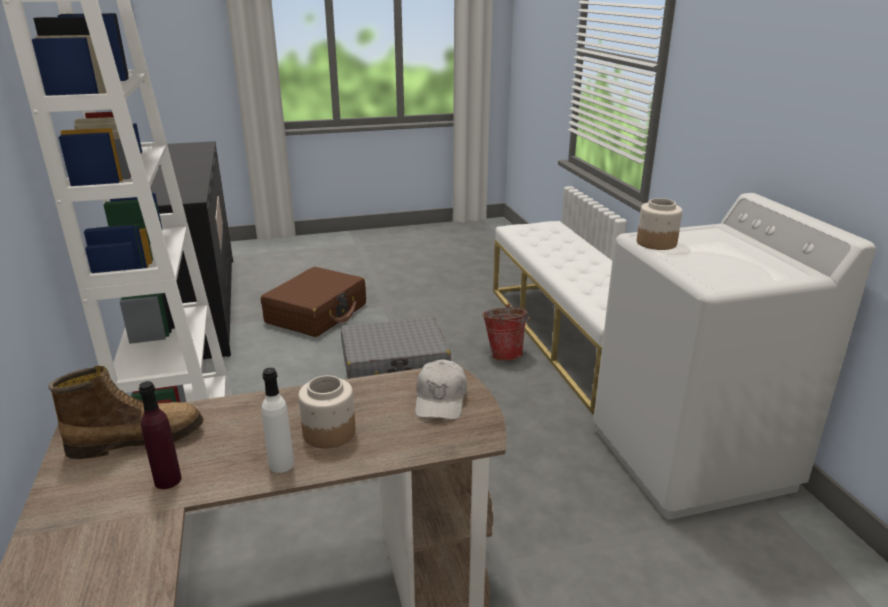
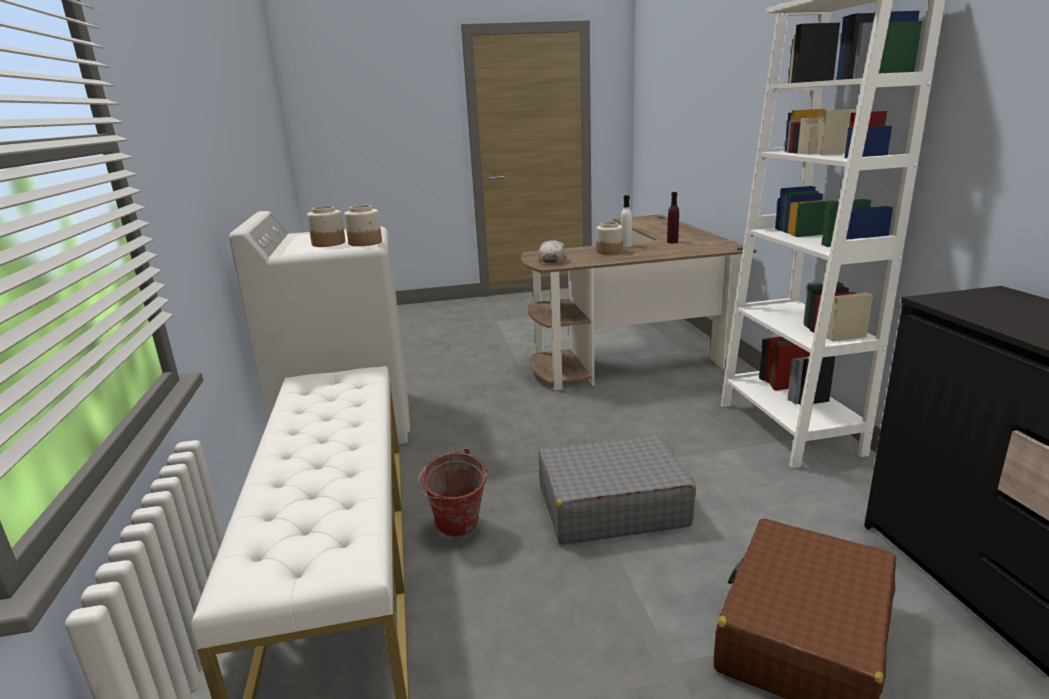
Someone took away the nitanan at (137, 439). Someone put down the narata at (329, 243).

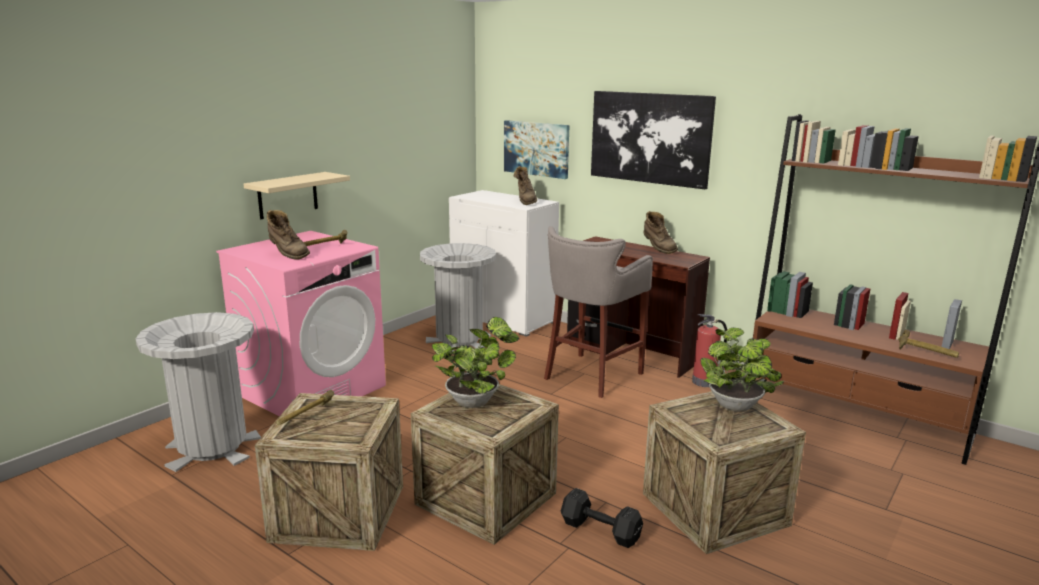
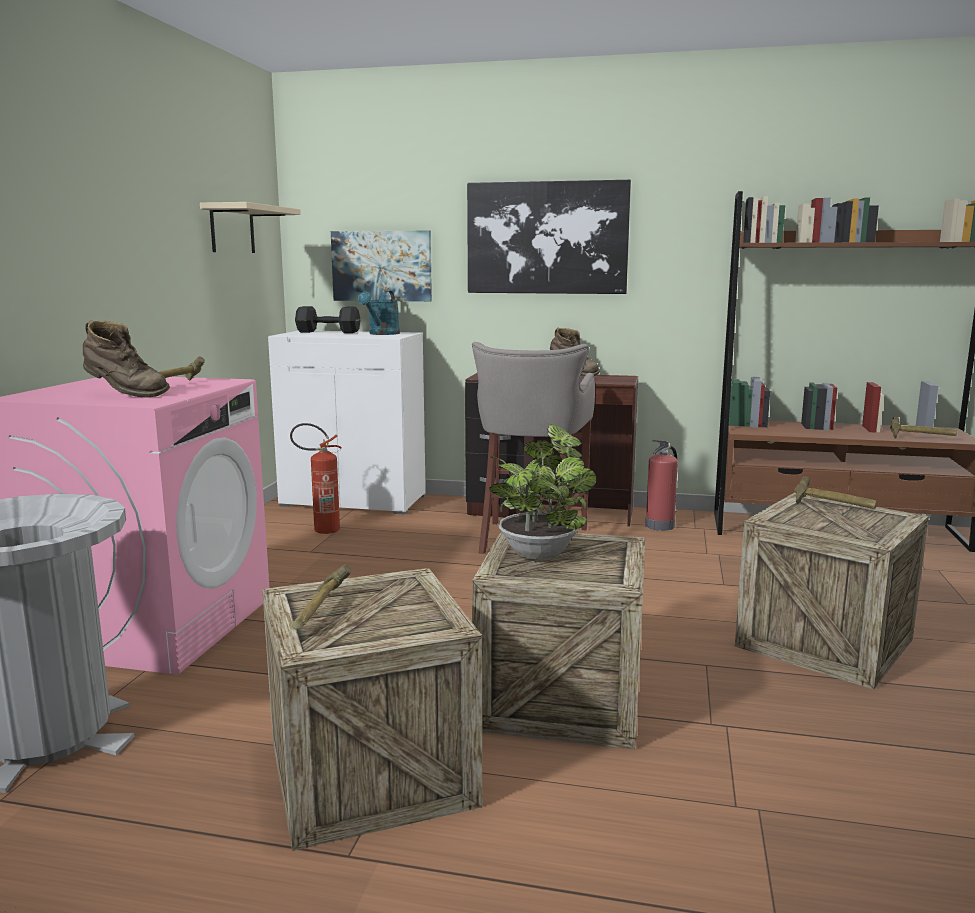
Someone carried the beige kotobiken from (287, 195) to (232, 229). Someone carried the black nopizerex from (599, 529) to (327, 332). Someone swapped the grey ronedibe at (459, 340) for the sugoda at (320, 531). Someone swapped the brown nitanan at (525, 201) for the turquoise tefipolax at (382, 334). Someone swapped the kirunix at (736, 408) for the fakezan at (833, 508).

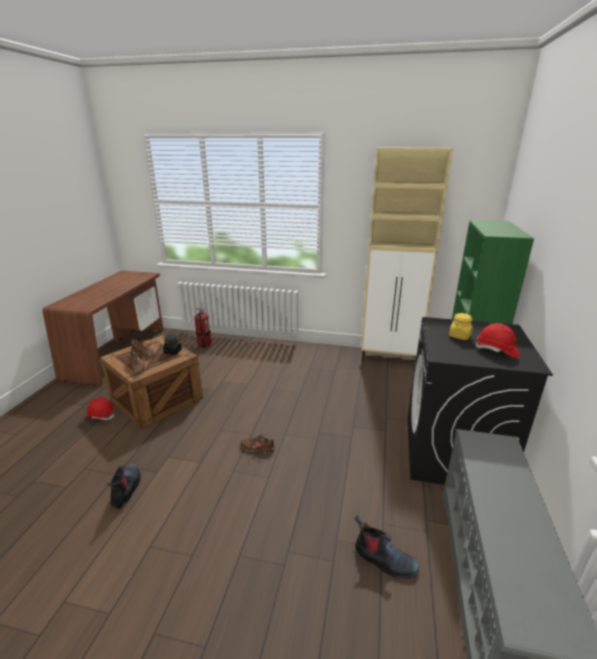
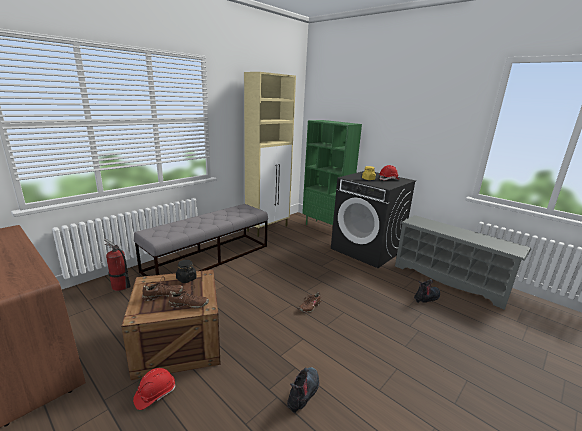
Someone put down the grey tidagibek at (209, 258). Someone rotated the nitanan at (126, 489) by 90 degrees clockwise.

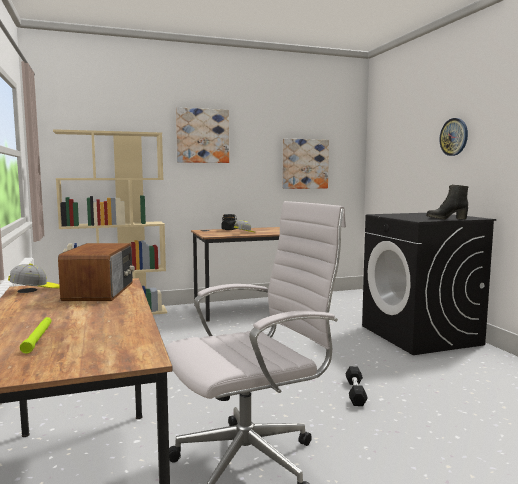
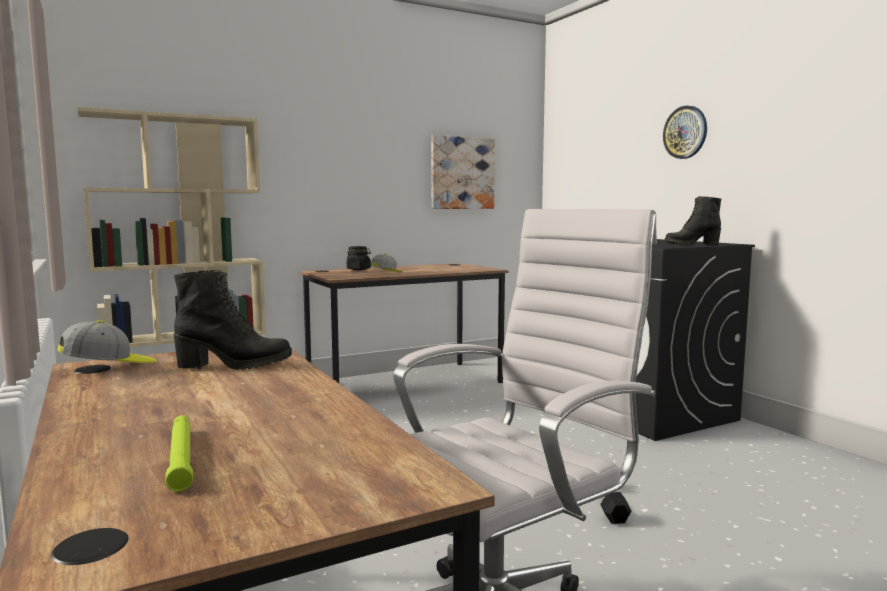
Someone took away the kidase at (202, 136). Someone swapped the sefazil at (101, 291) for the black nitanan at (234, 365).

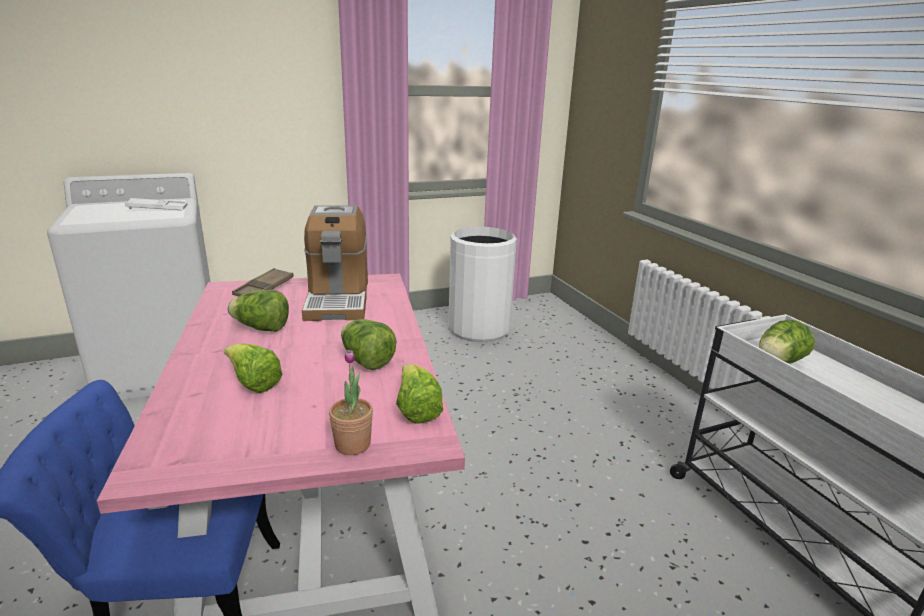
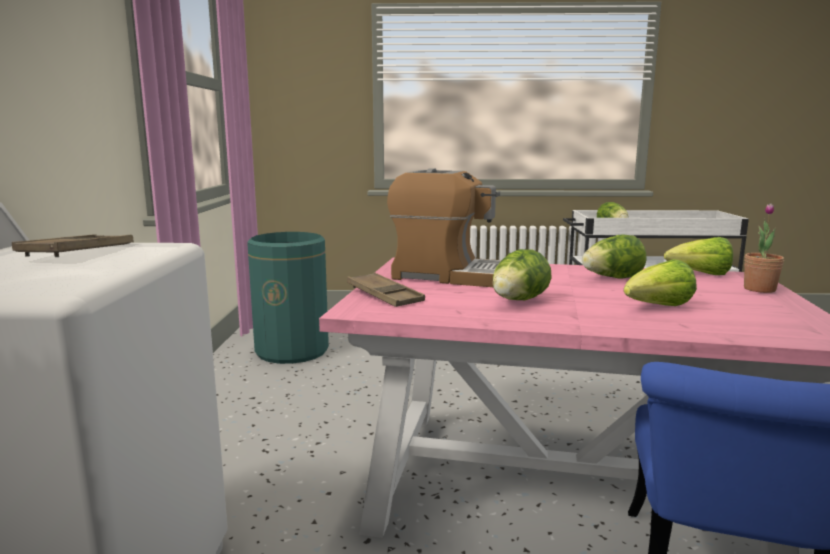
Someone repainted the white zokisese at (157, 208), which became the brown zokisese at (78, 252). Someone repainted the white ronedibe at (479, 329), which became the green ronedibe at (292, 351).

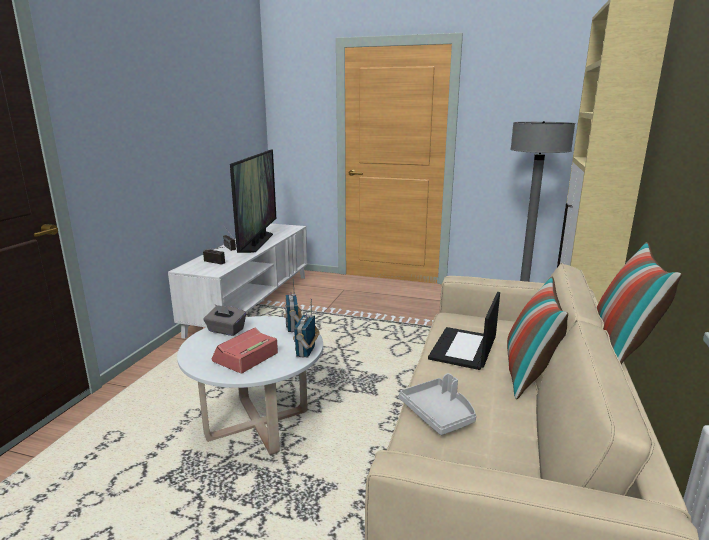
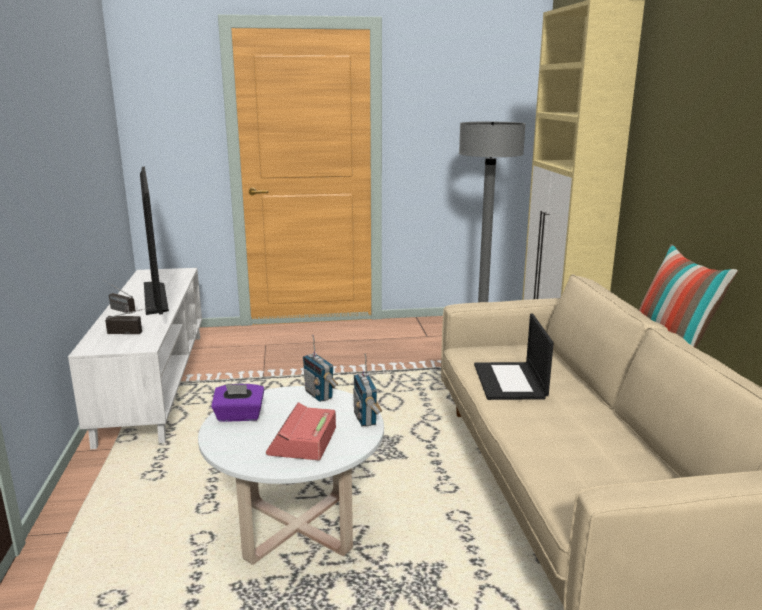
Someone took away the grey zokisese at (439, 413). Someone took away the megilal at (529, 375). Someone repainted the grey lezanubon at (226, 330), which became the purple lezanubon at (239, 416).

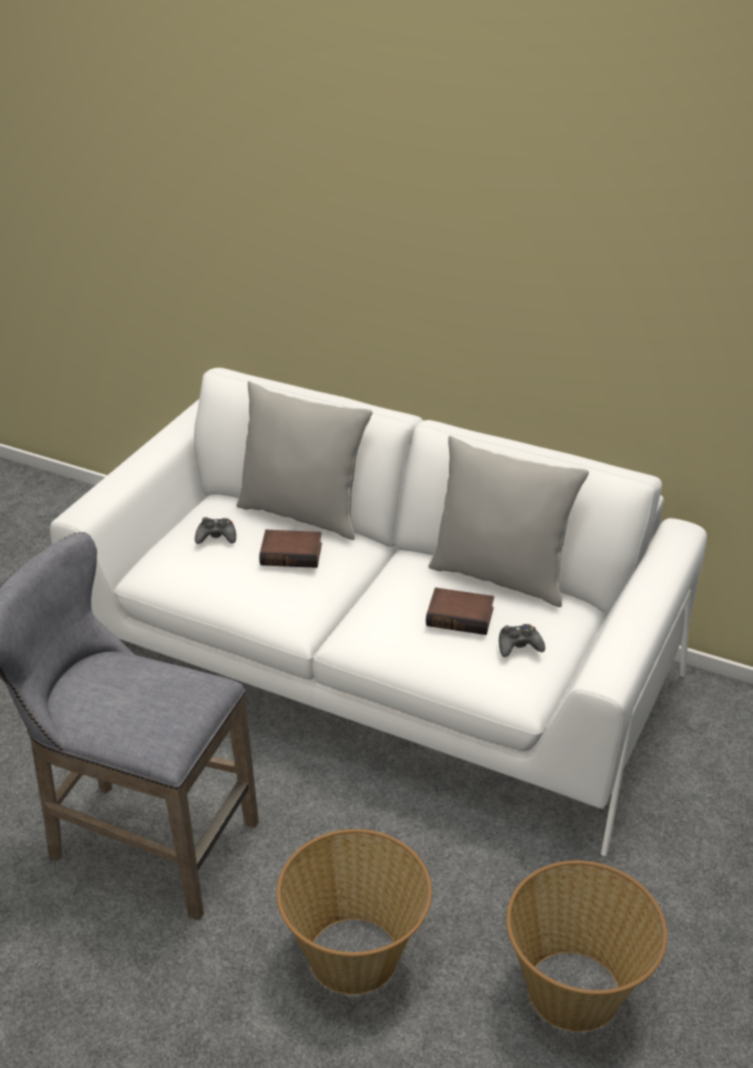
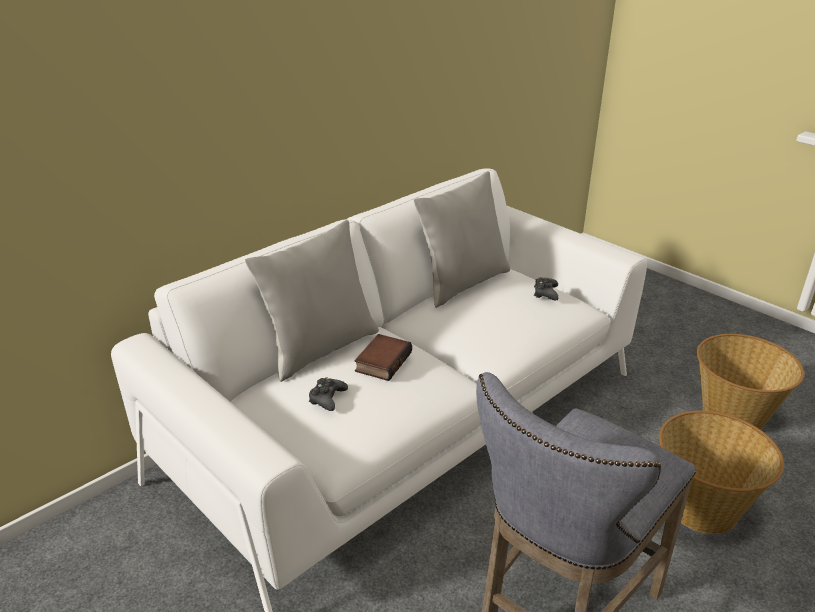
Someone took away the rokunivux at (461, 616).

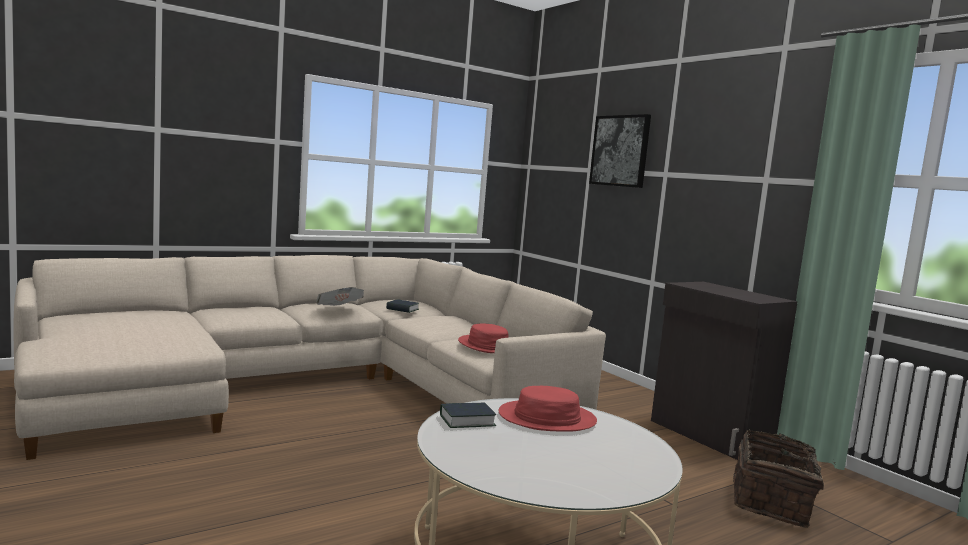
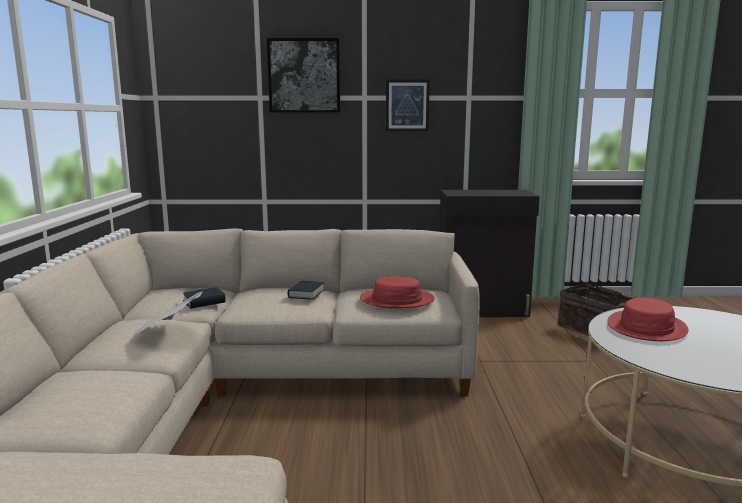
Someone put up the kidase at (407, 105). Someone carried the rokunivux from (467, 420) to (306, 294).

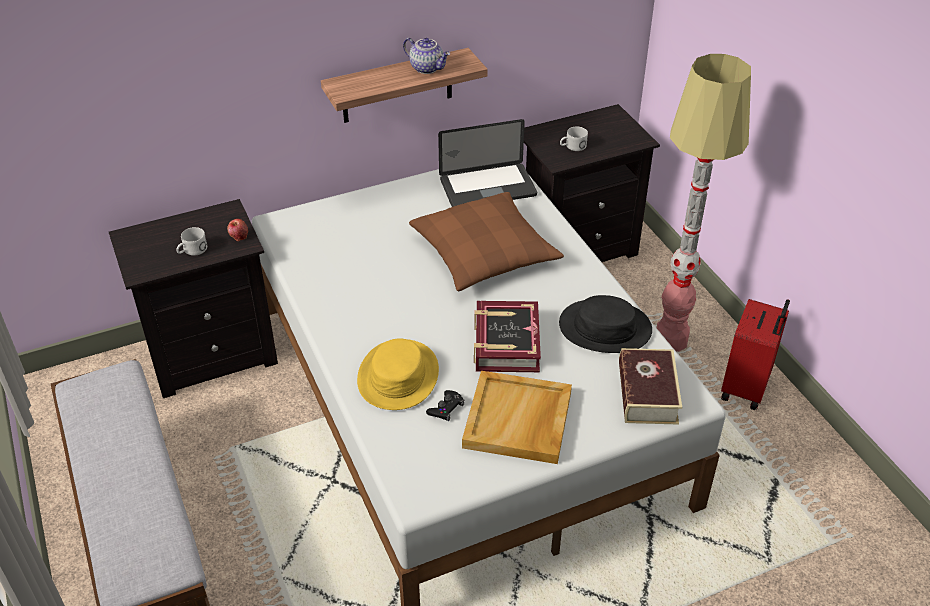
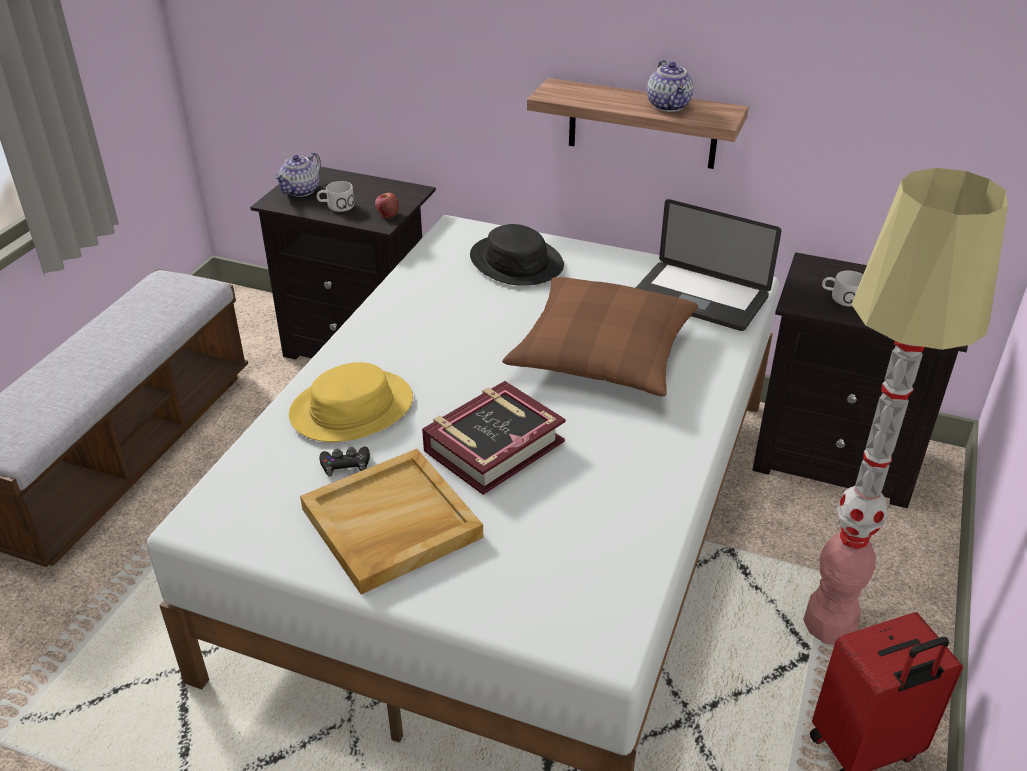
Someone took away the rokunivux at (647, 394). Someone put down the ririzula at (301, 191). Someone carried the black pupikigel from (605, 327) to (516, 262).

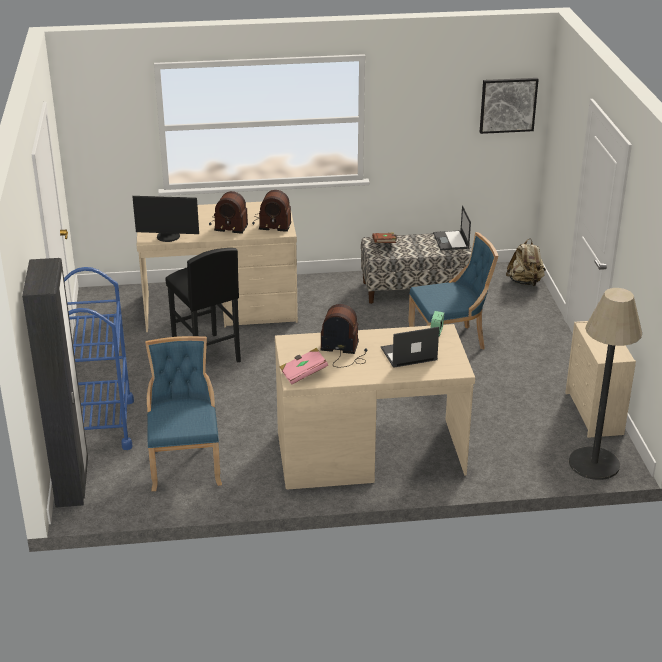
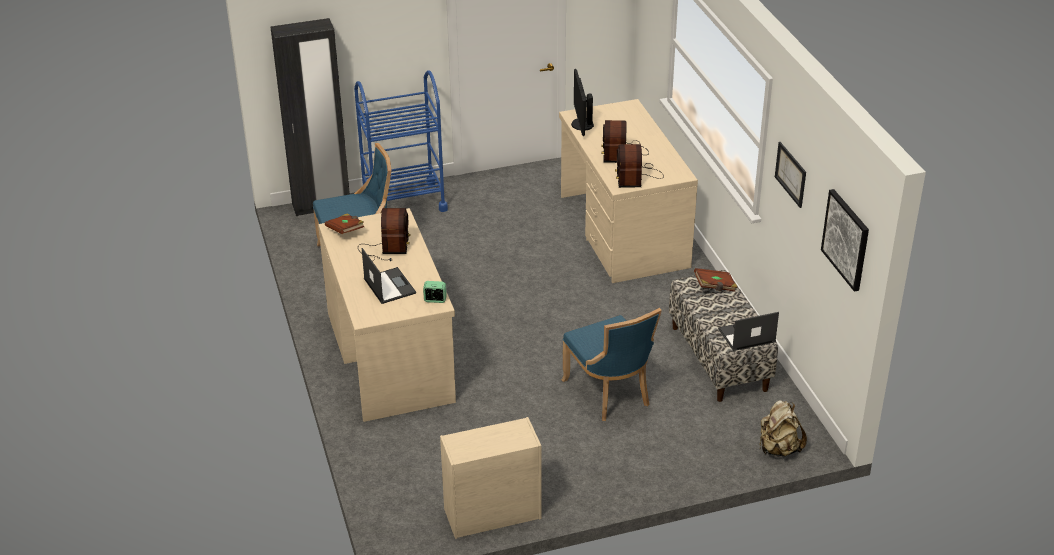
Someone took away the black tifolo at (206, 354). Someone took away the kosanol at (594, 463). Someone put up the kidase at (791, 174). Someone repainted the pink rokunivux at (303, 373), which became the brown rokunivux at (345, 231).

